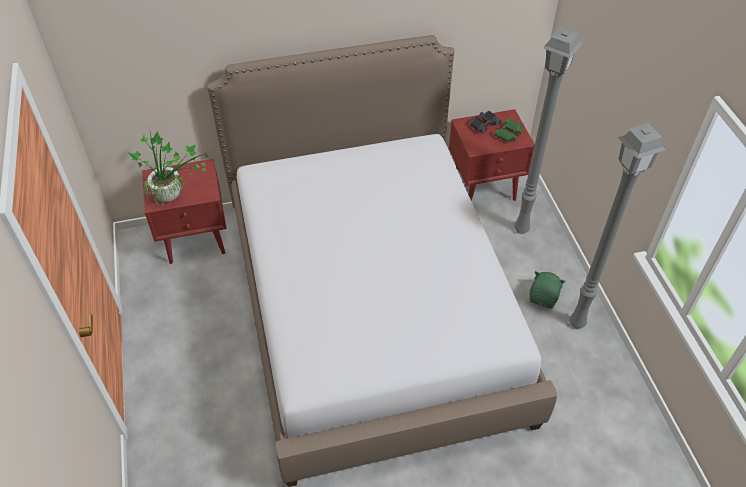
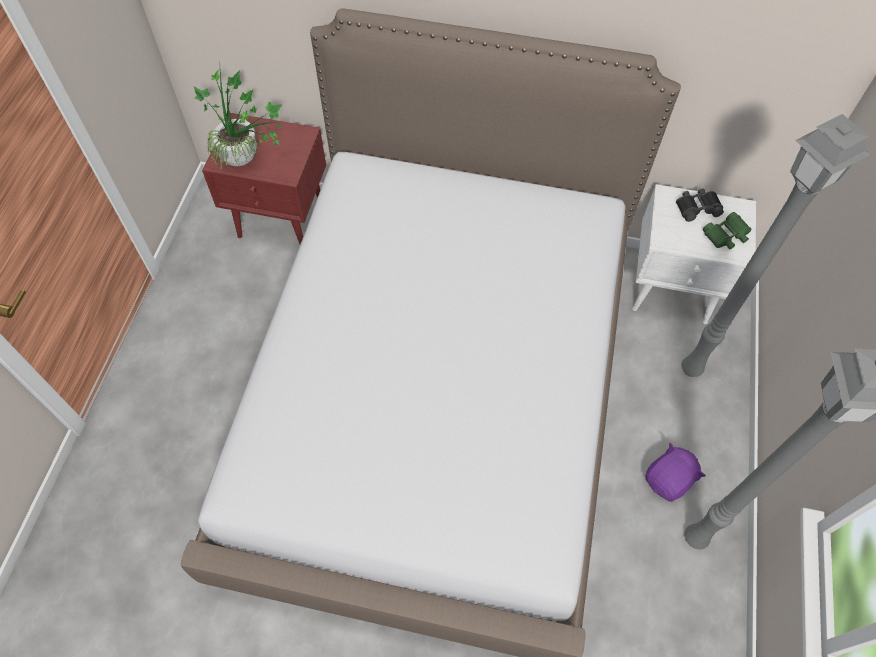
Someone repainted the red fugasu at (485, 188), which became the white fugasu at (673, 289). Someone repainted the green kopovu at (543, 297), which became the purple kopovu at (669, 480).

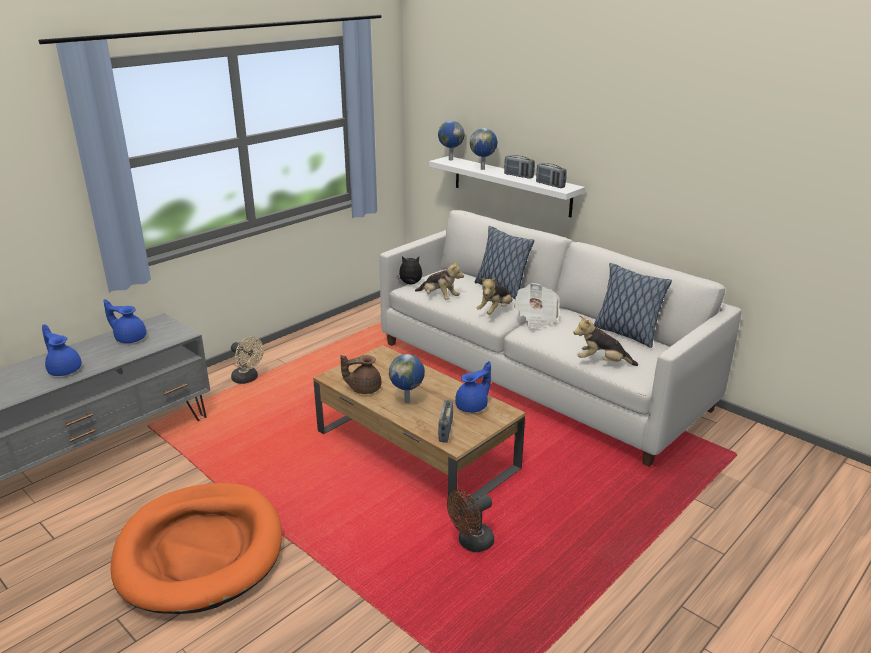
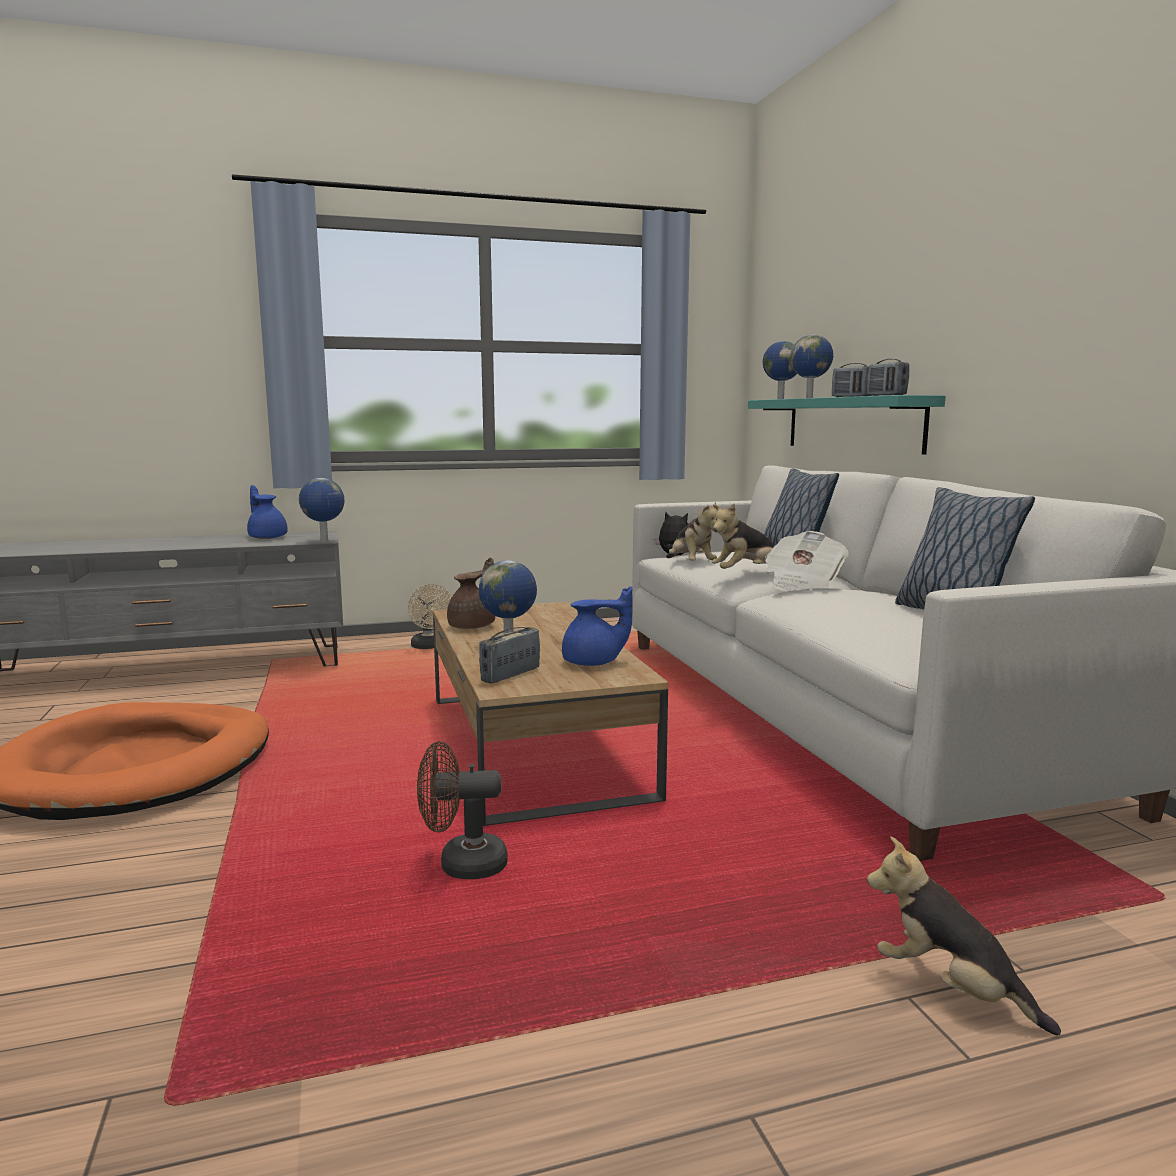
Someone took away the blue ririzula at (64, 370). Someone put down the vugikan at (324, 541). Someone carried the kopovu from (602, 362) to (950, 989). Someone repainted the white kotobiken at (511, 186), which became the turquoise kotobiken at (852, 424). Someone rotated the brown ririzula at (363, 389) by 105 degrees clockwise.

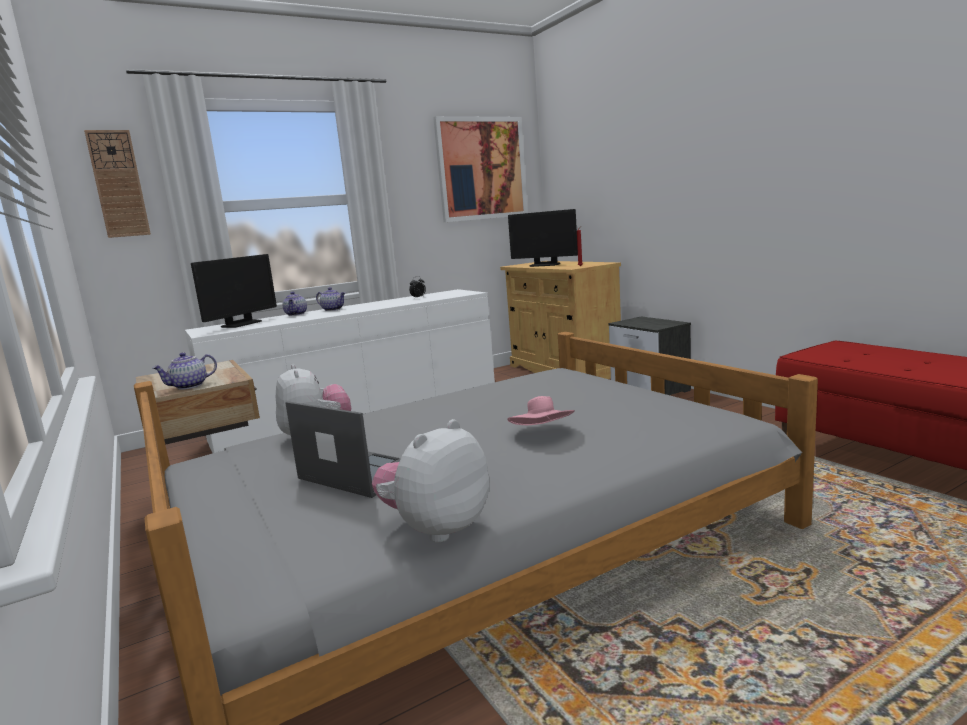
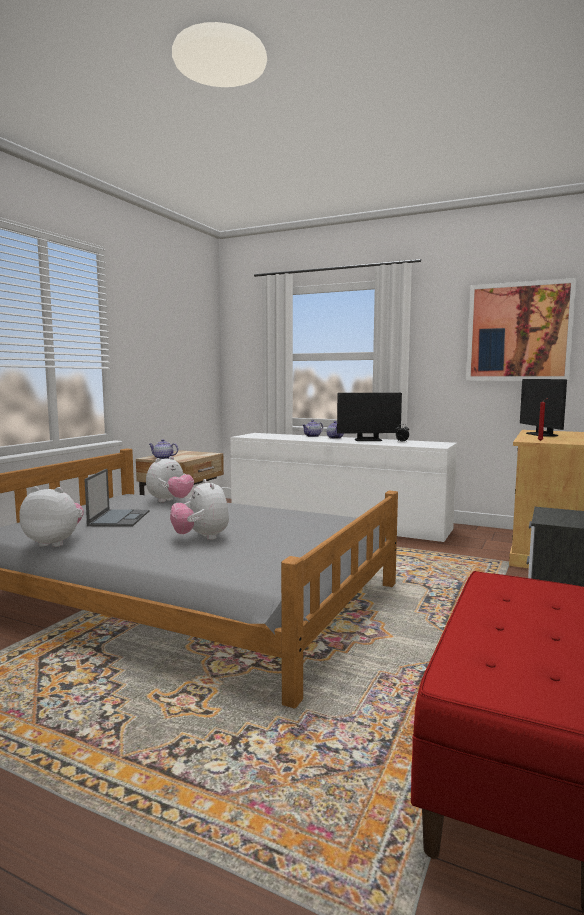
Someone took away the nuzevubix at (118, 184). Someone carried the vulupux from (241, 324) to (368, 440). Someone swapped the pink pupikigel at (543, 434) for the kopovu at (201, 538).

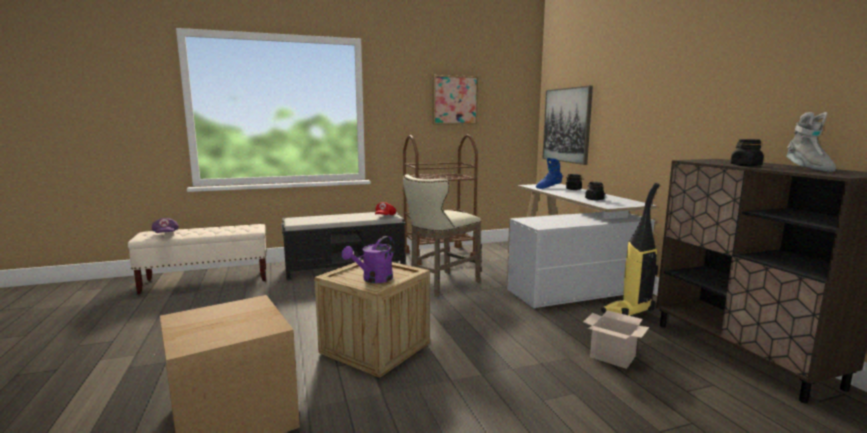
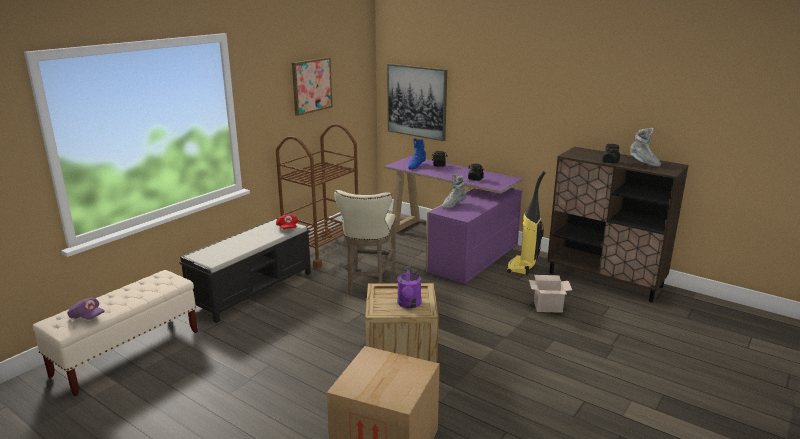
Someone put down the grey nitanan at (453, 205). Someone repainted the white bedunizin at (567, 277), which became the purple bedunizin at (453, 246).

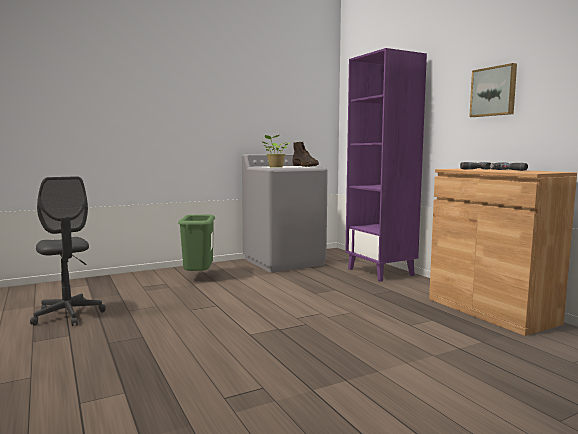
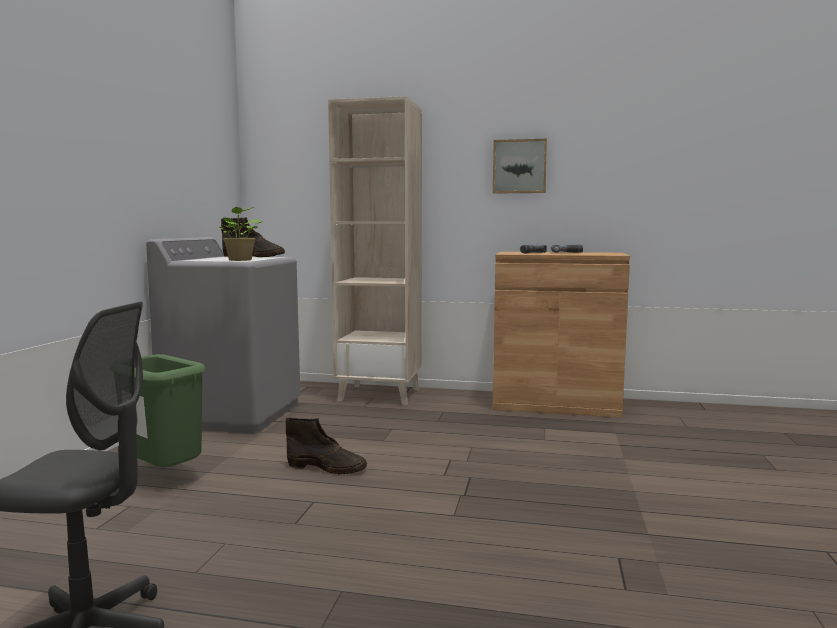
Someone put down the brown nitanan at (327, 468). Someone repainted the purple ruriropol at (381, 272), which became the beige ruriropol at (380, 395).

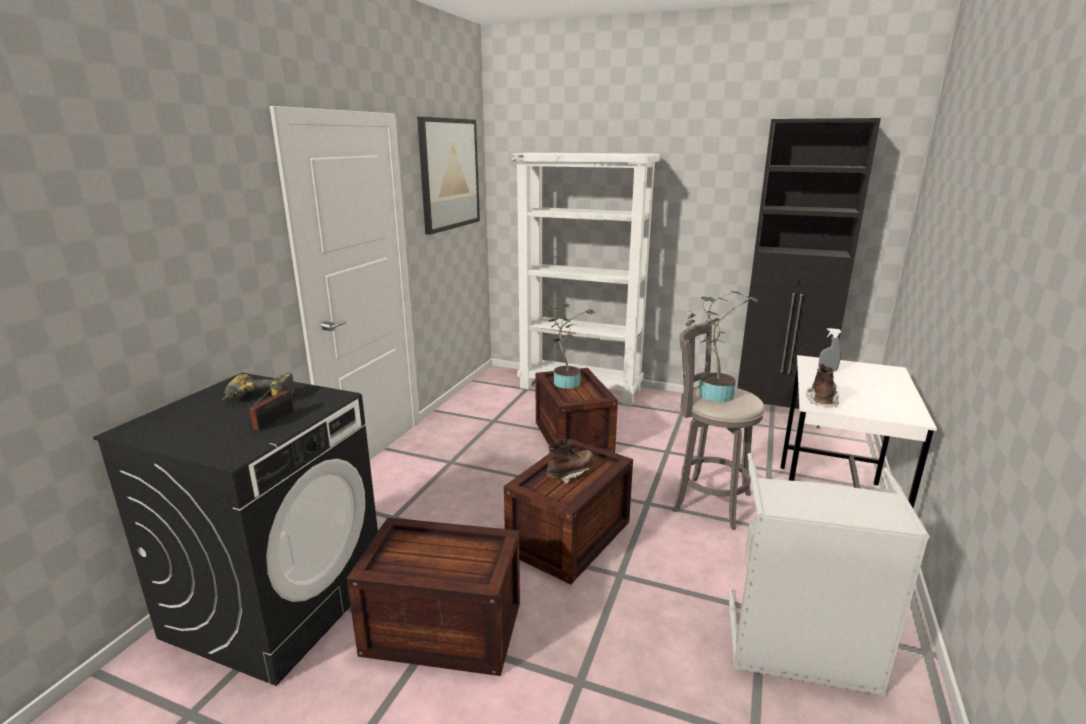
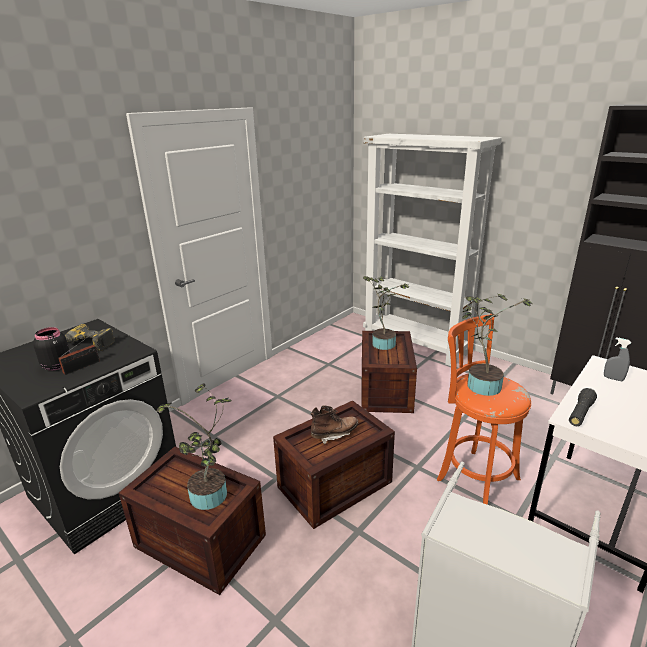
Someone took away the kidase at (449, 174). Someone put down the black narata at (57, 365). Someone put down the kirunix at (210, 498). Someone swapped the brown nitanan at (821, 399) for the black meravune at (580, 413). Someone repainted the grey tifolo at (707, 501), which became the orange tifolo at (474, 477).

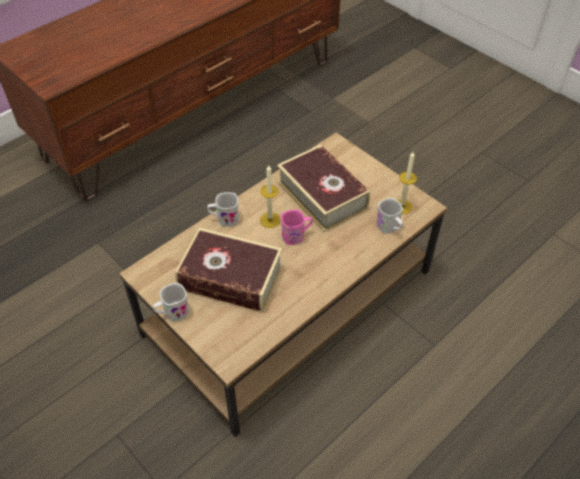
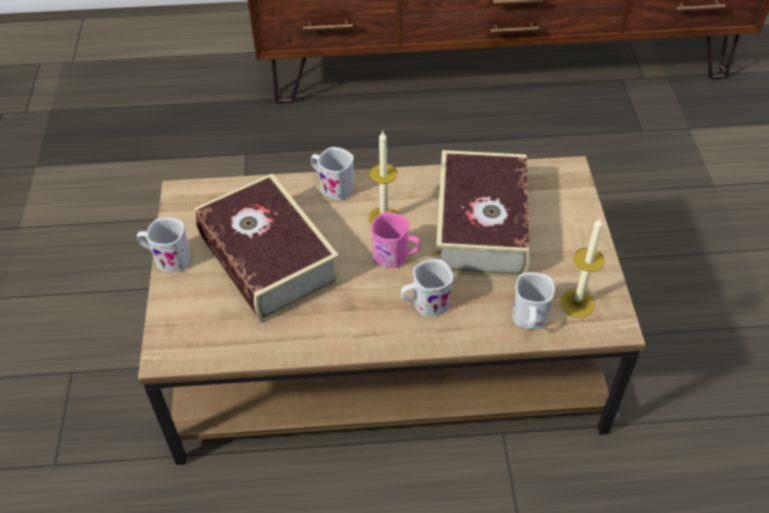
Someone put down the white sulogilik at (425, 304).

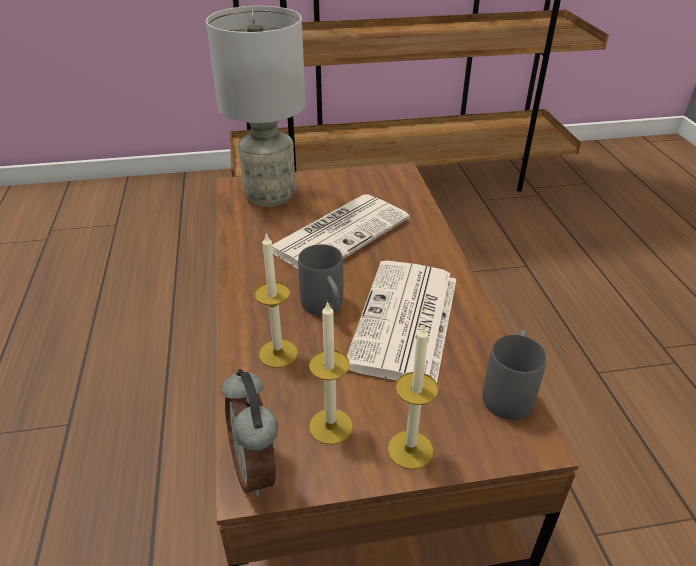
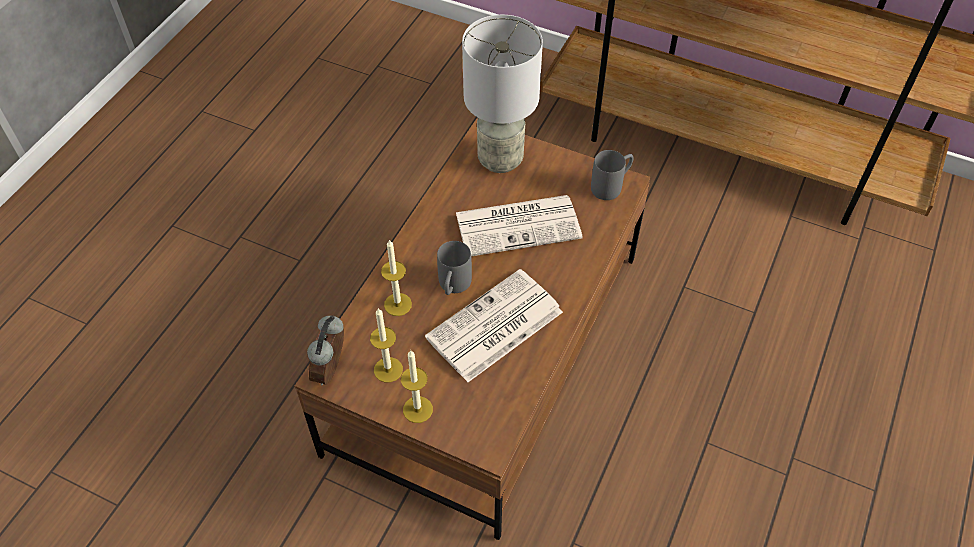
Someone carried the grey sulogilik from (509, 391) to (611, 186).

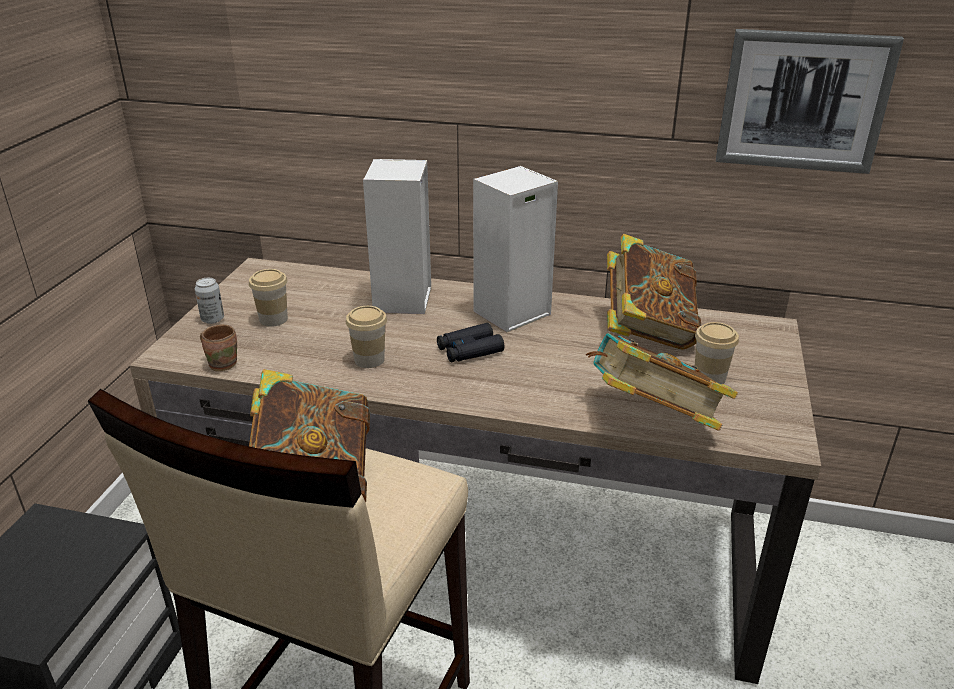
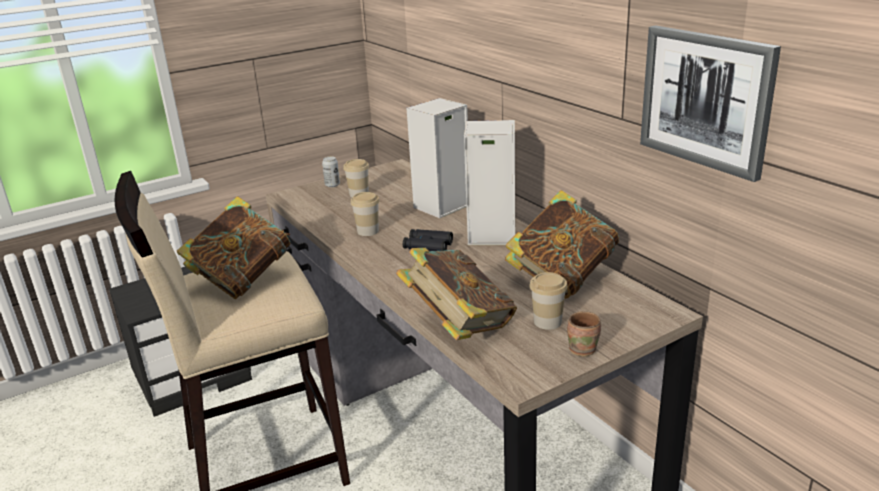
Someone carried the brown sulogilik from (223, 363) to (583, 349).

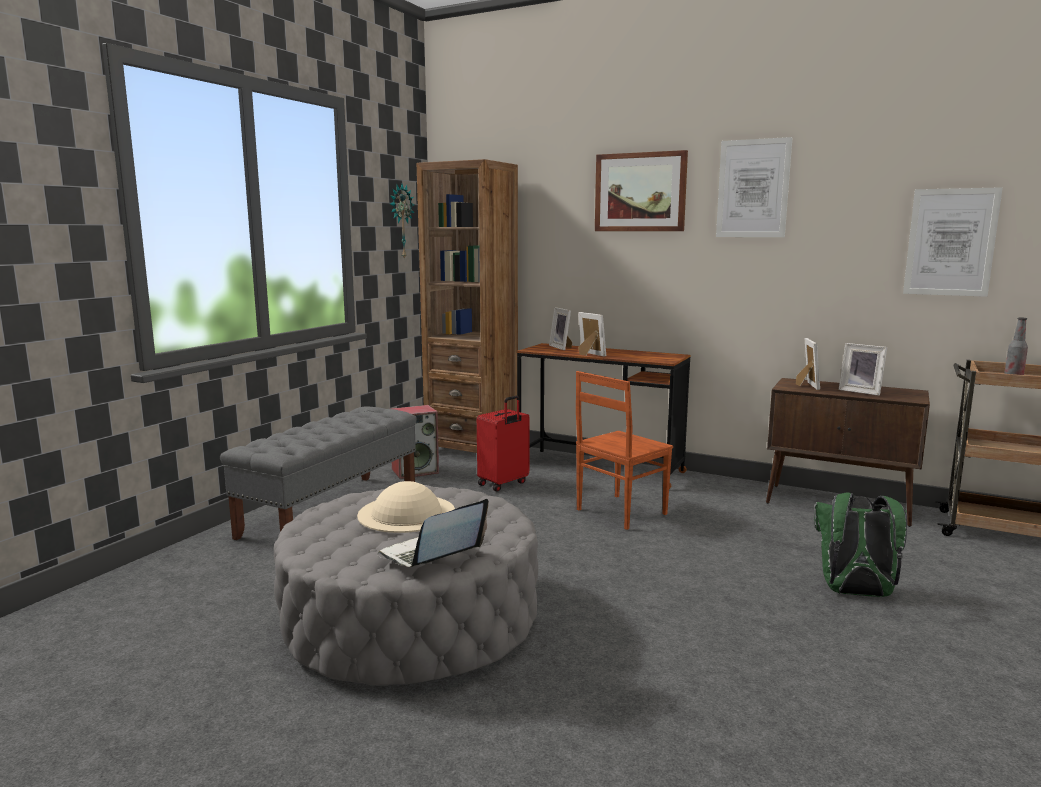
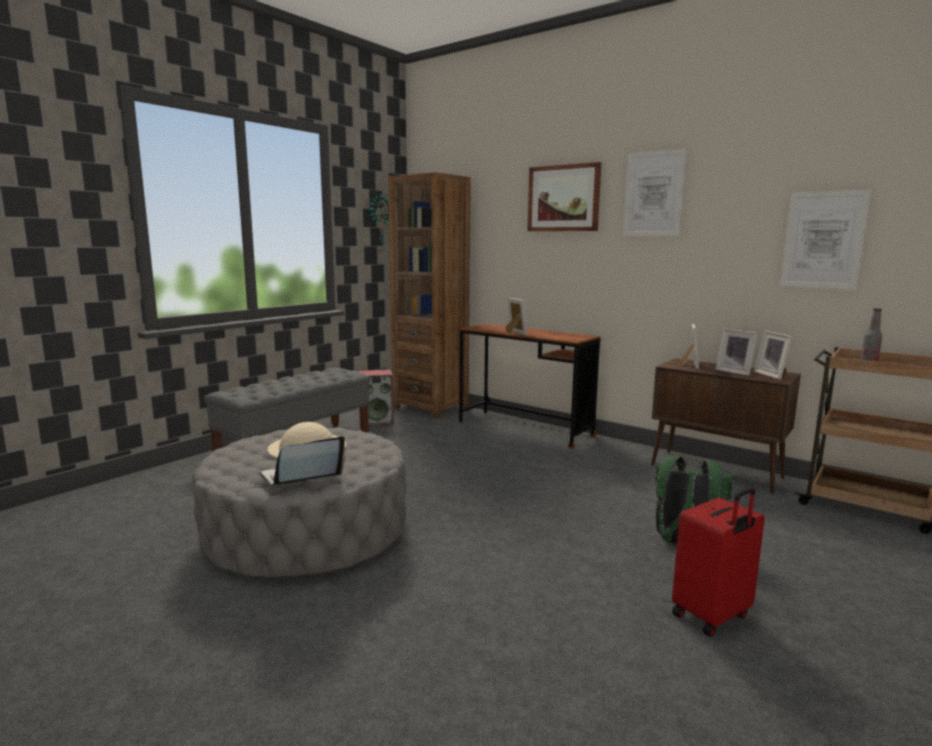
Someone took away the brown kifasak at (619, 512). Someone carried the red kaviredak from (503, 484) to (712, 616). Someone carried the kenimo from (562, 347) to (772, 375).

